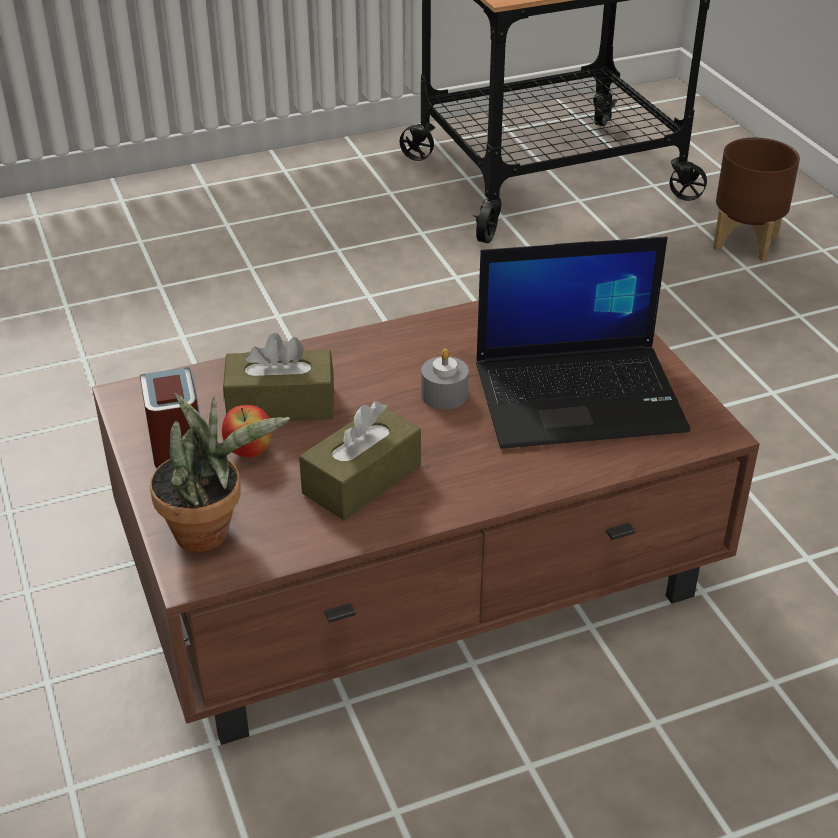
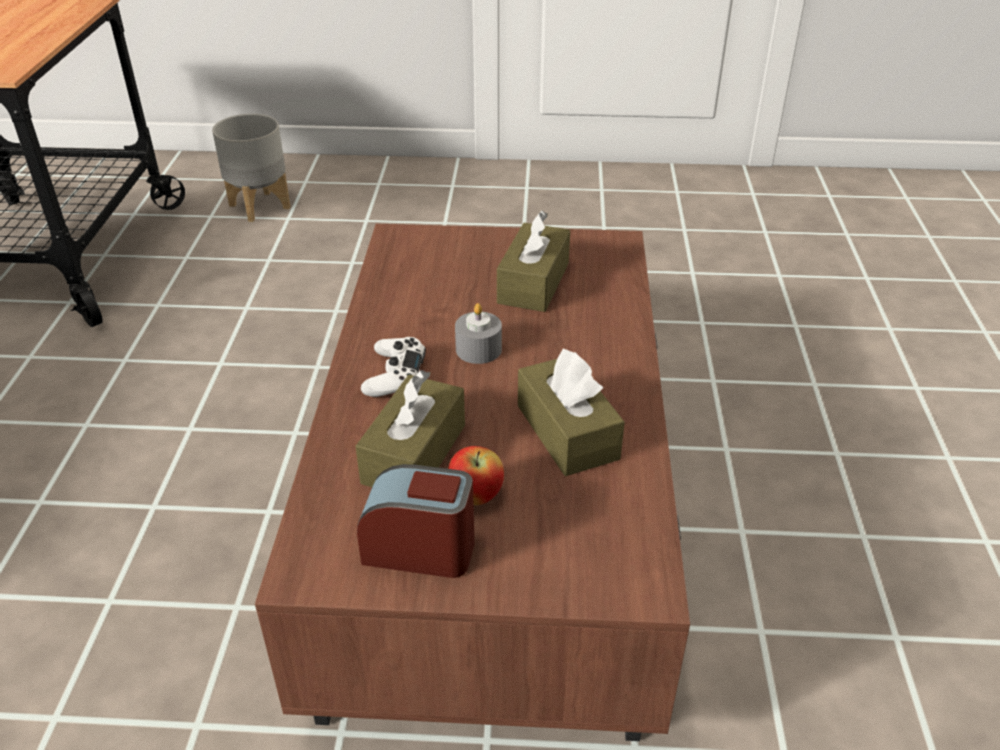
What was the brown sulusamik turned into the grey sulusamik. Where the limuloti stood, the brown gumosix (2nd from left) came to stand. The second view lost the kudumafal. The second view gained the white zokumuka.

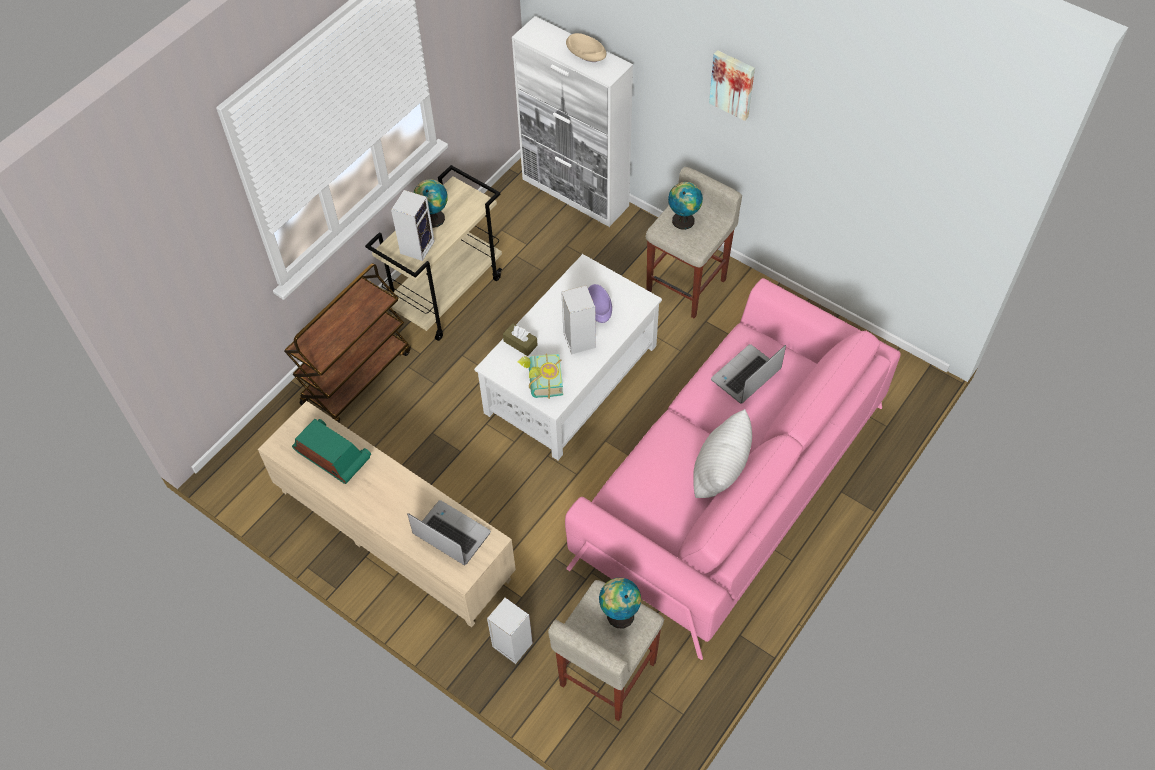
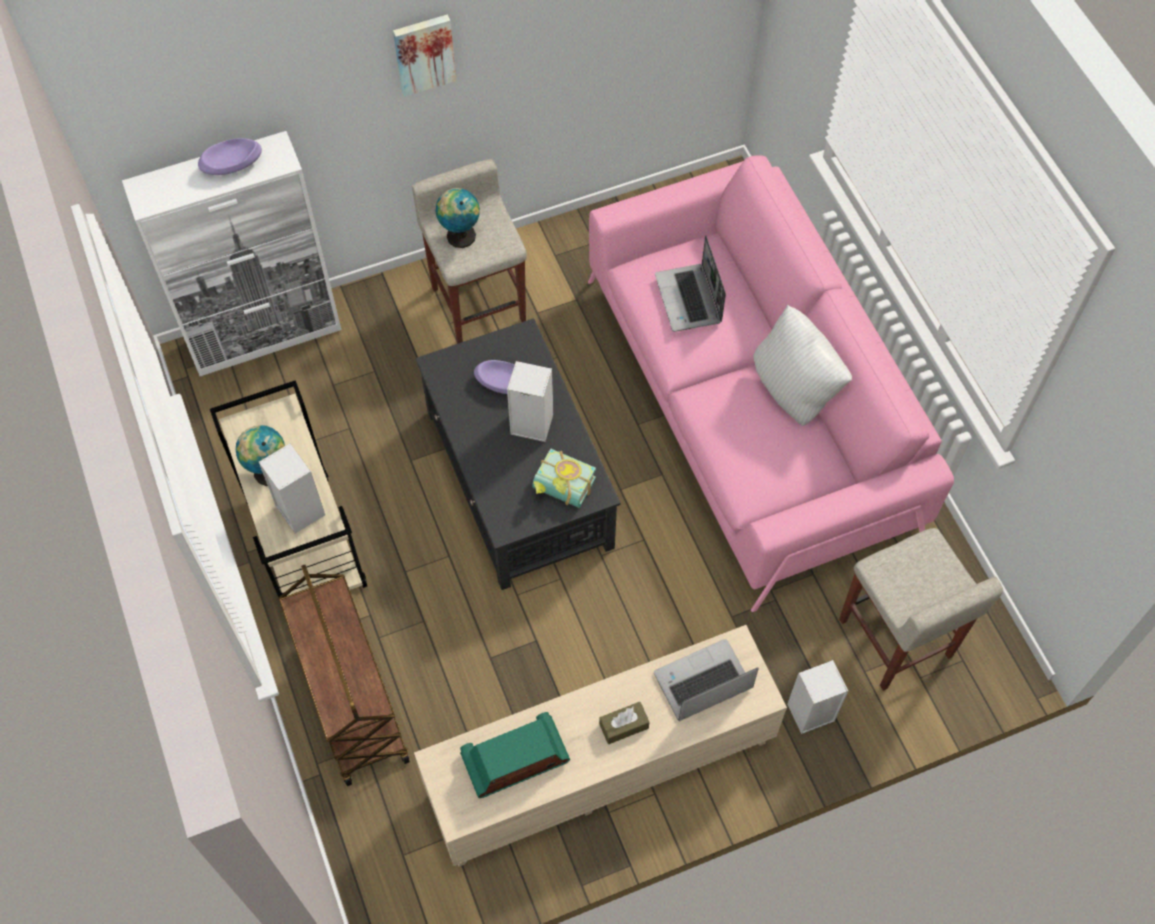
What was the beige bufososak turned into the purple bufososak (1st from left). What was the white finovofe turned into the black finovofe. The brown gumosix ended up elsewhere. The second view lost the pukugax (2nd from left).

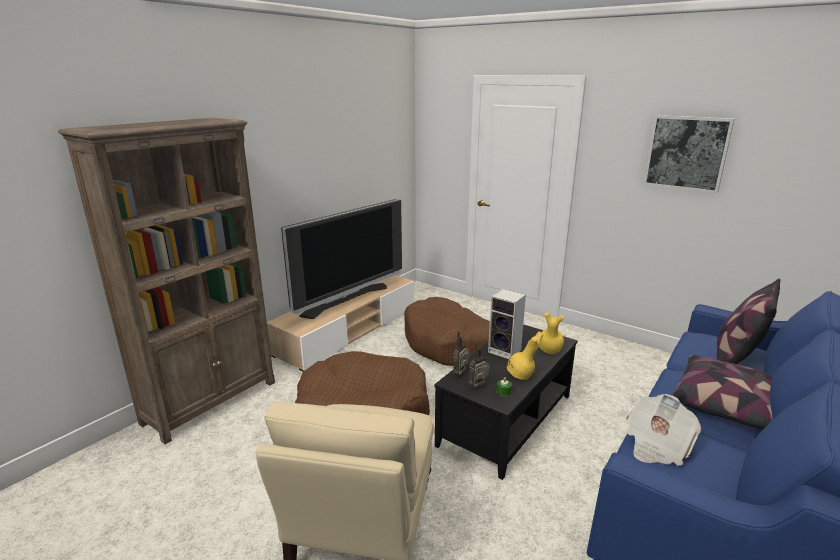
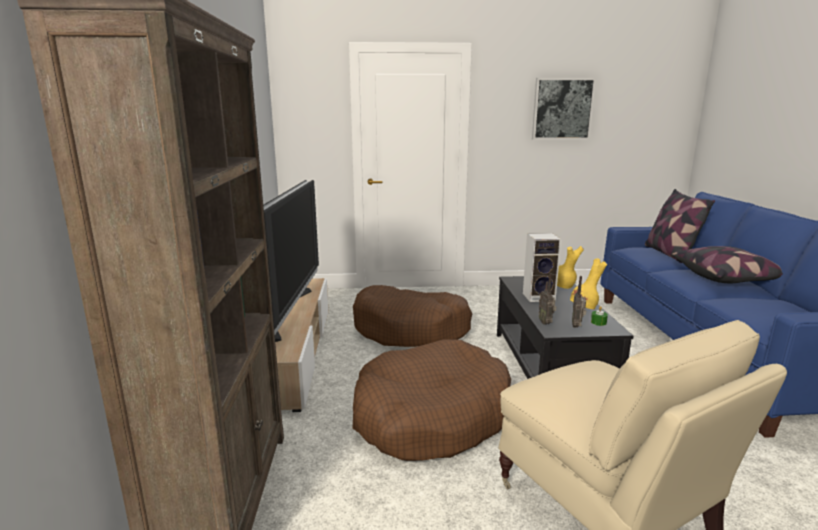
The second view lost the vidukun.

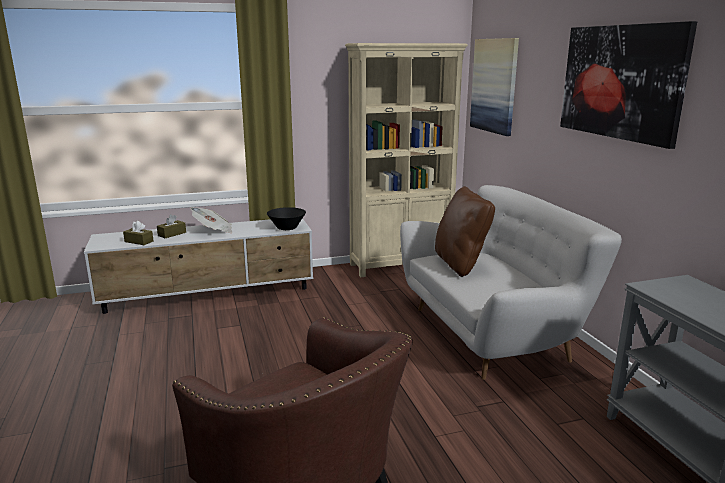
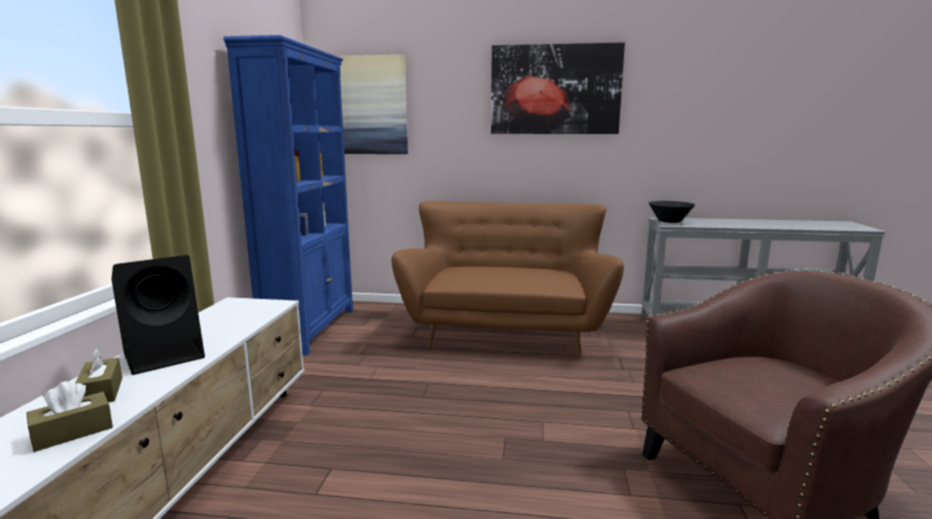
What was the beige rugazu turned into the blue rugazu. What was the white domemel turned into the brown domemel. The second view lost the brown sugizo. Where the vidukun stood, the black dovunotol came to stand. The black bufososak ended up elsewhere.

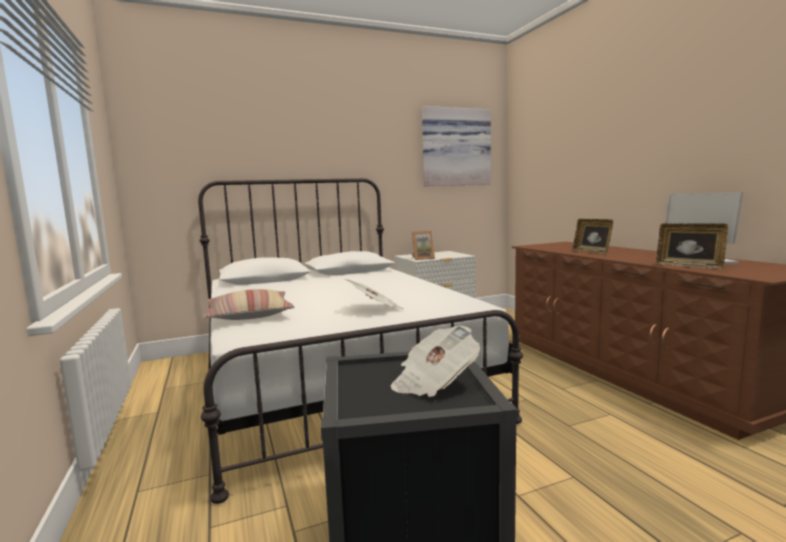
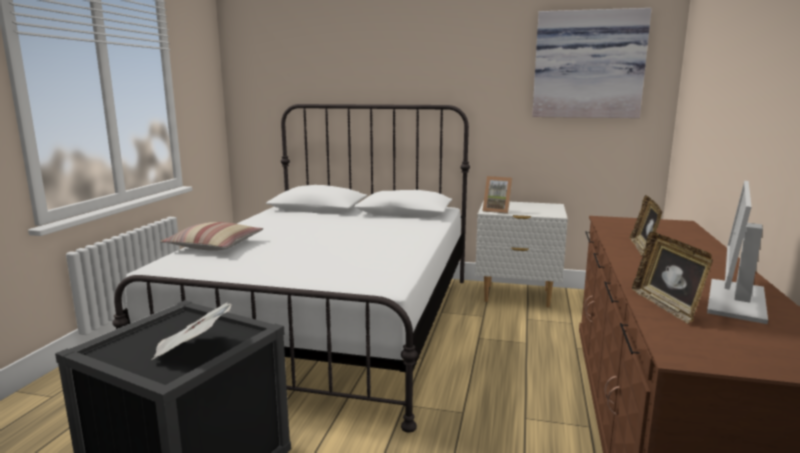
The second view lost the vidukun (1st from left).

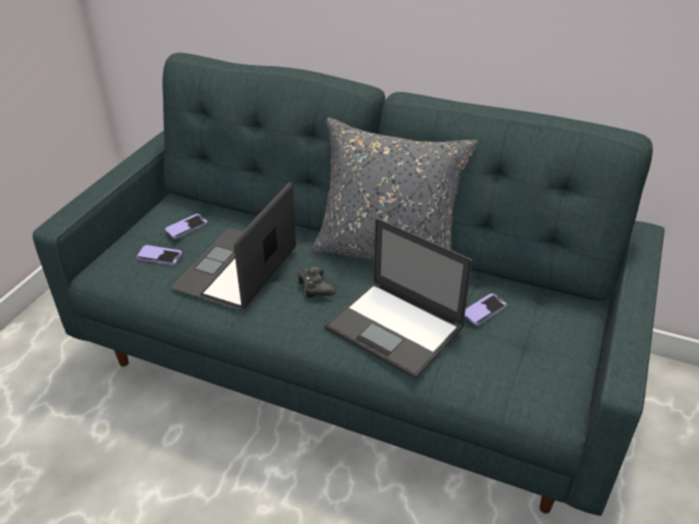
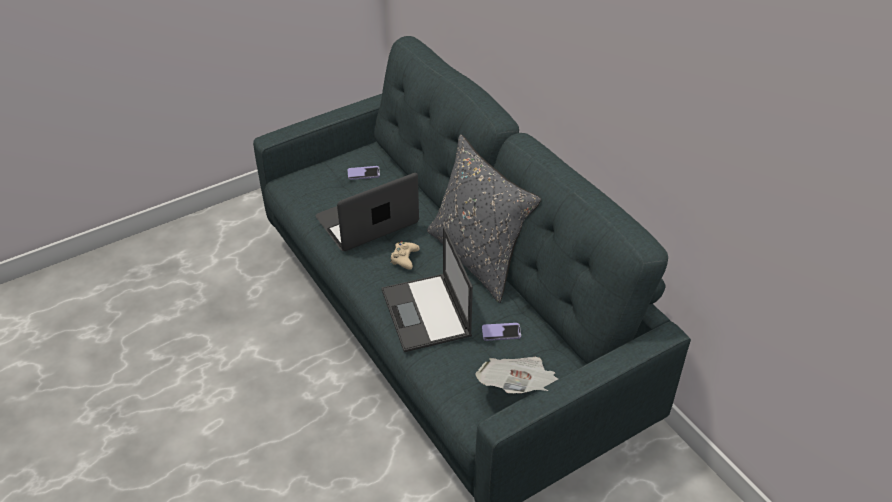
The second view lost the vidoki (1st from left). What was the black zokumuka turned into the beige zokumuka. The second view gained the vidukun.

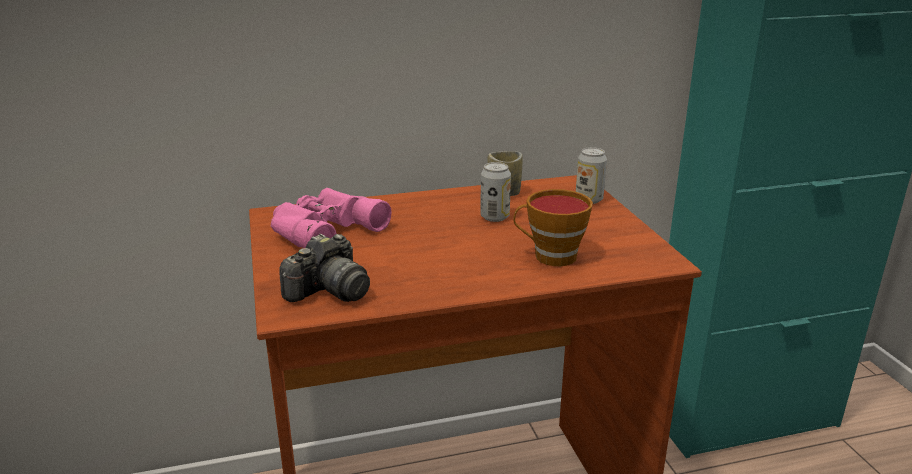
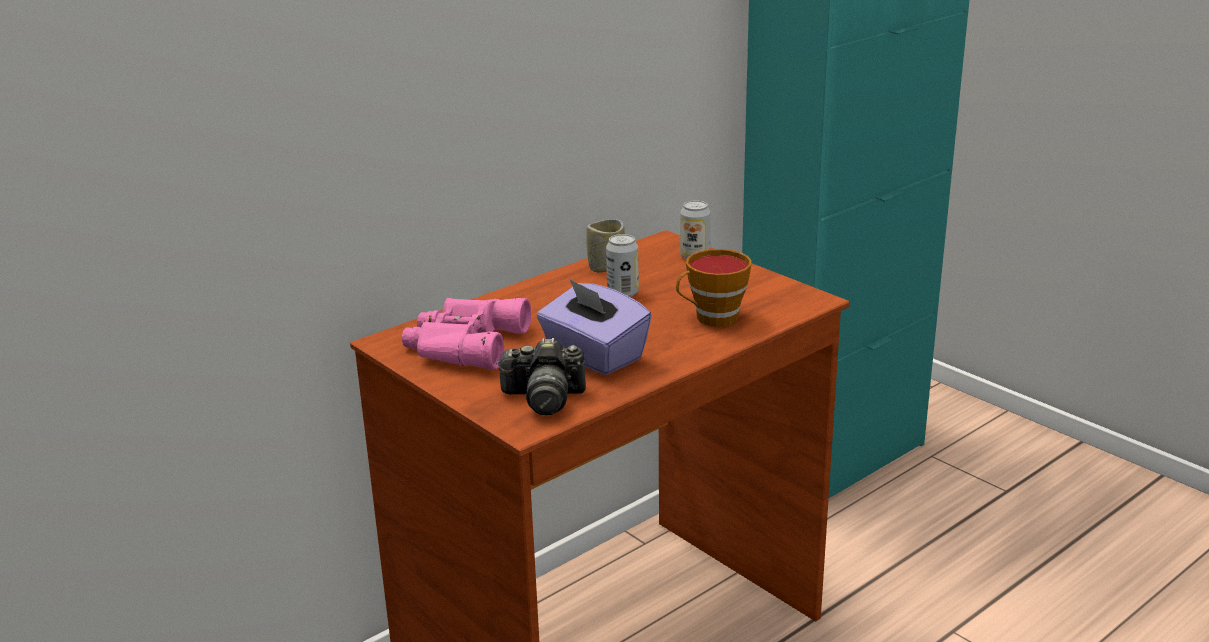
The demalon ended up facing another way, 75 degrees clockwise from before. The second view gained the purple gumosix.

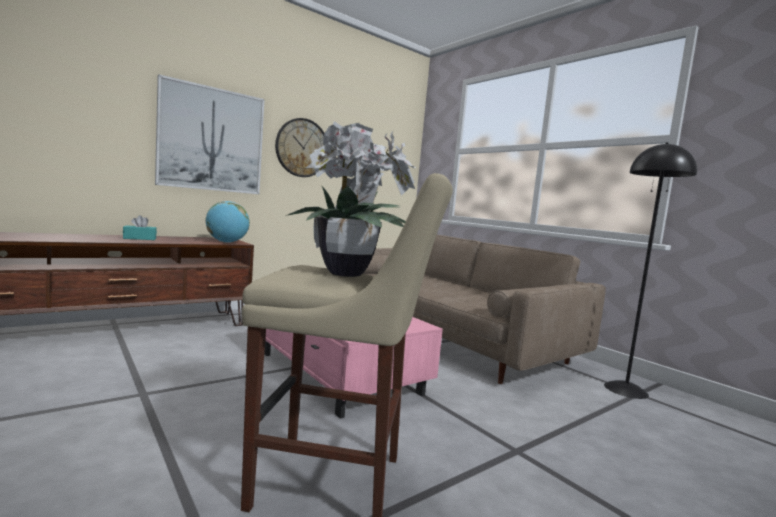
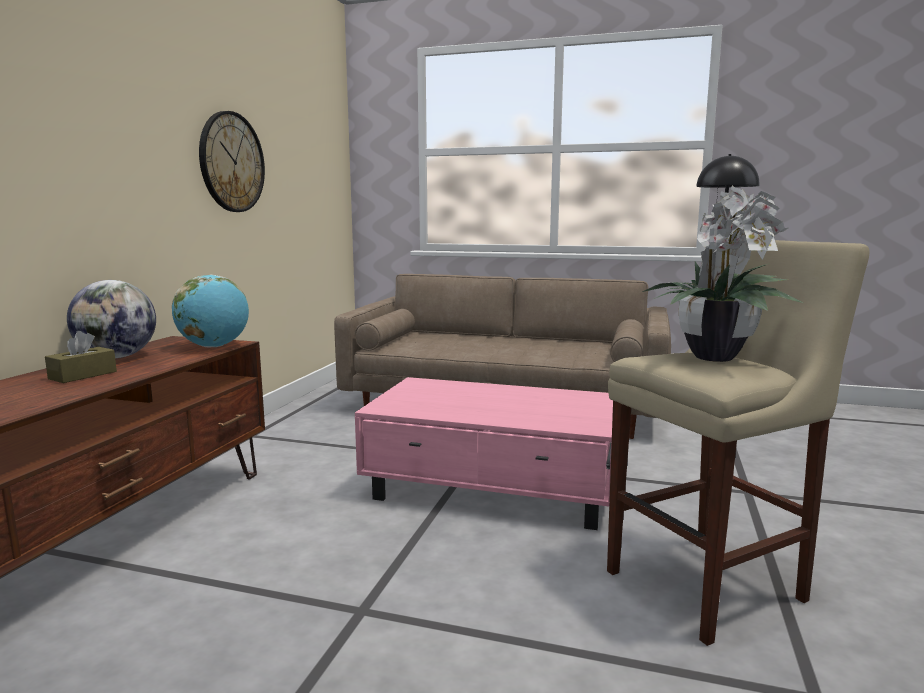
The second view lost the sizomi. What was the turquoise gumosix turned into the brown gumosix. The second view gained the pukugax (1st from left).

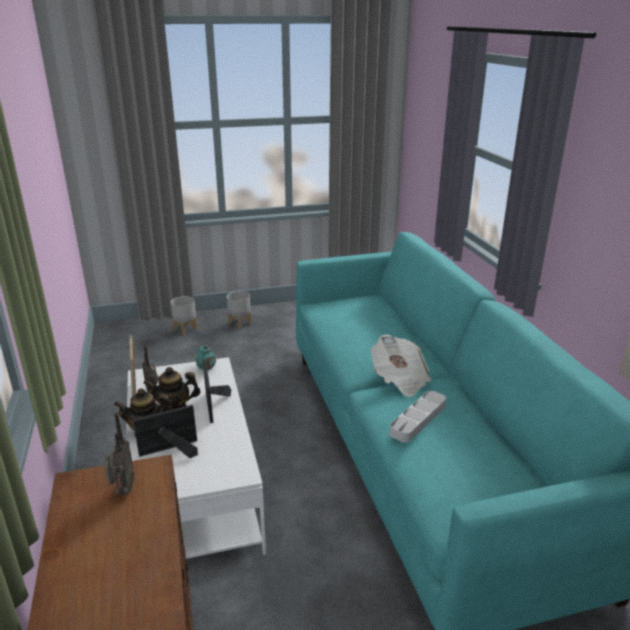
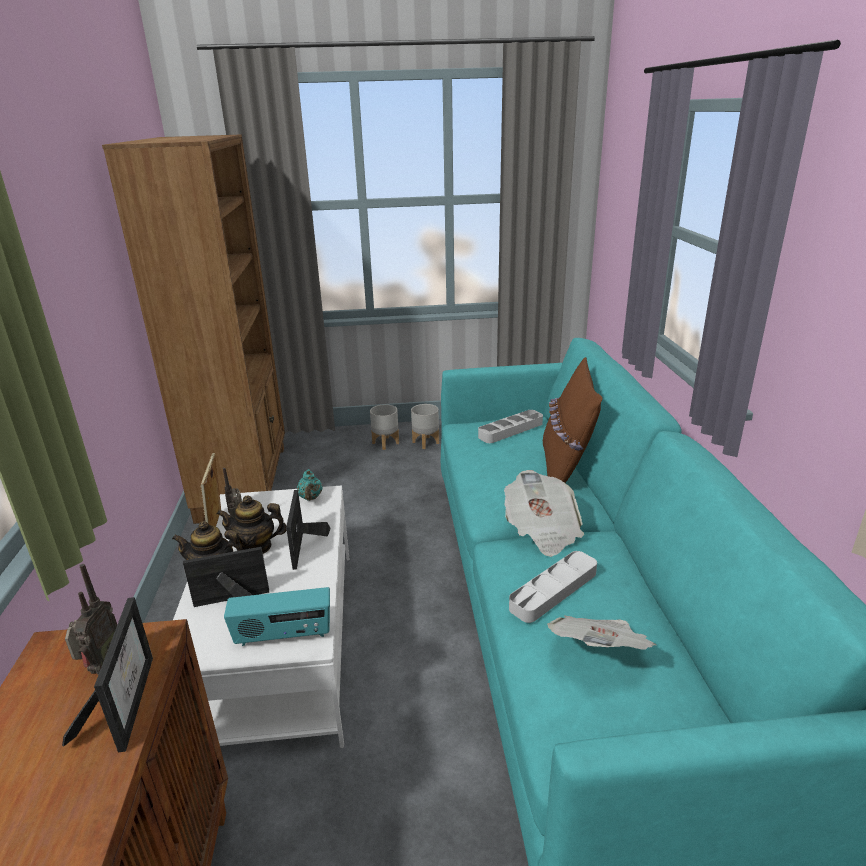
The grey sulusamik (1st from left in the first image) ended up elsewhere. The second view gained the brown rugazu. The second view gained the brown sugizo. The second view gained the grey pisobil (1st from left). The second view gained the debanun (3rd from left). The second view gained the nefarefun (1st from left). The second view gained the vidukun (2nd from left).

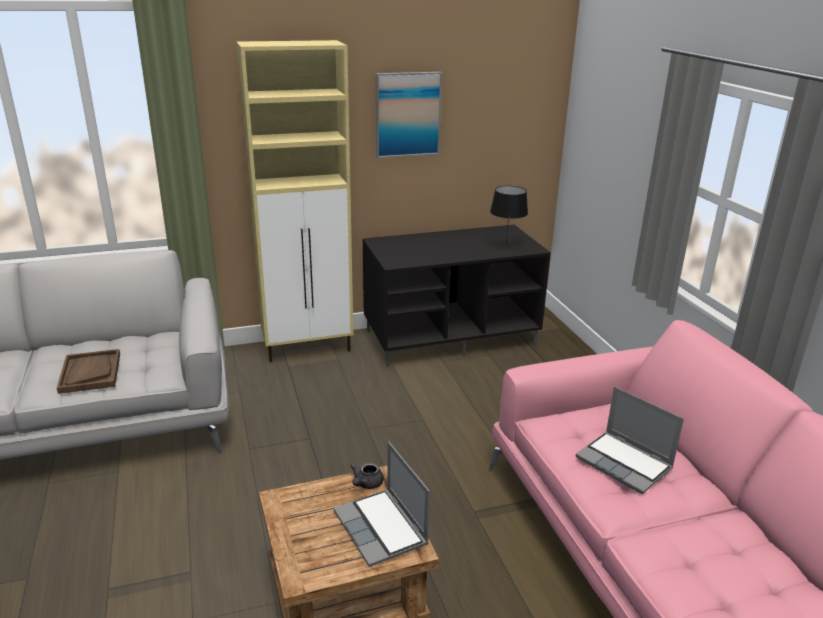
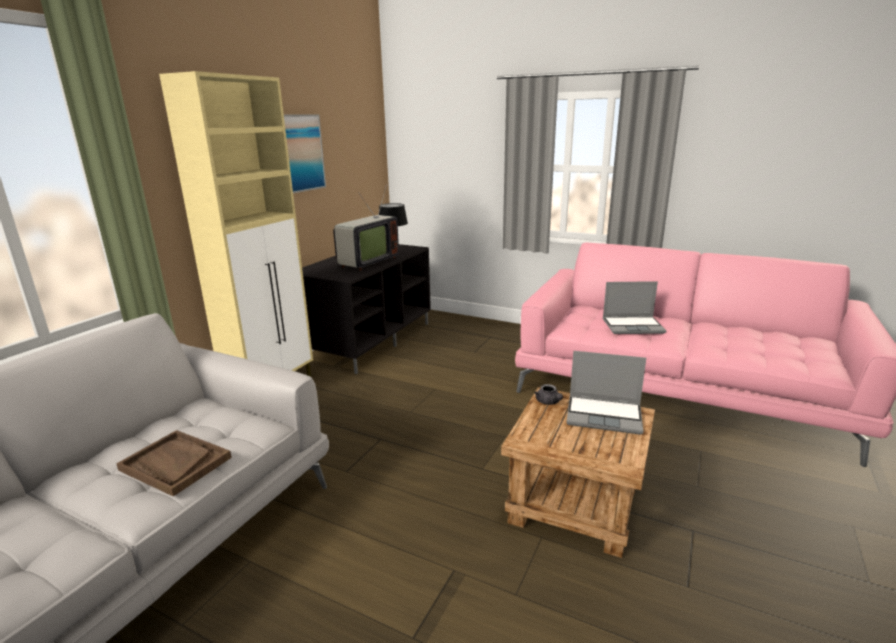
The second view gained the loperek.

